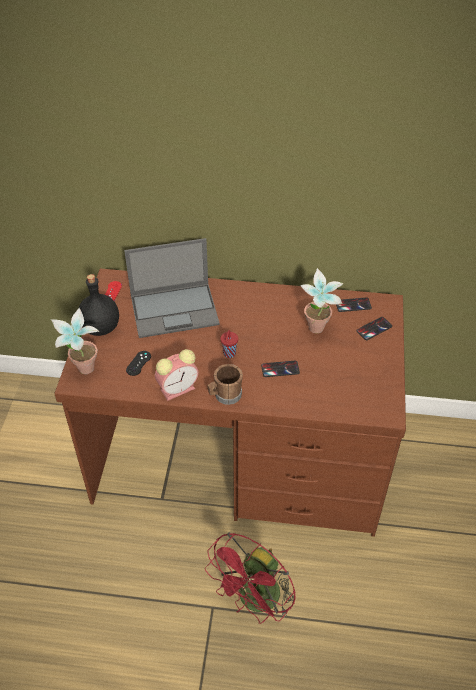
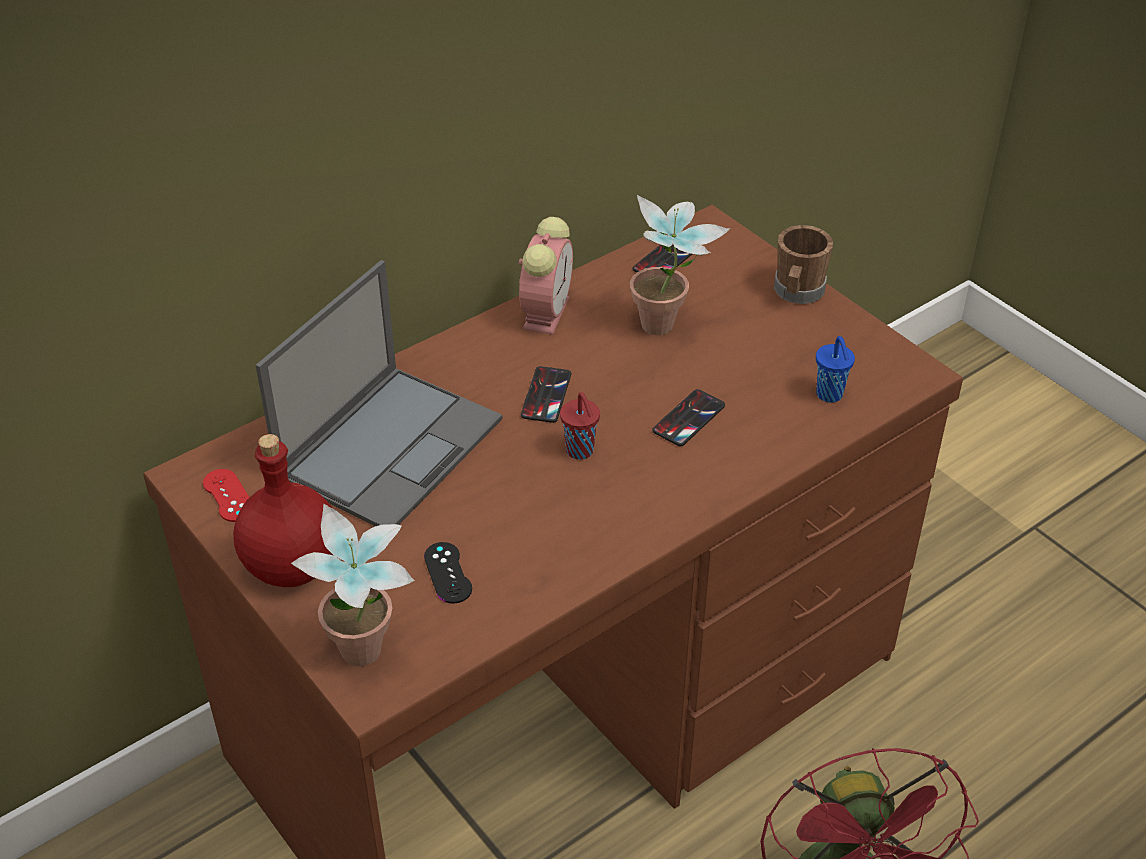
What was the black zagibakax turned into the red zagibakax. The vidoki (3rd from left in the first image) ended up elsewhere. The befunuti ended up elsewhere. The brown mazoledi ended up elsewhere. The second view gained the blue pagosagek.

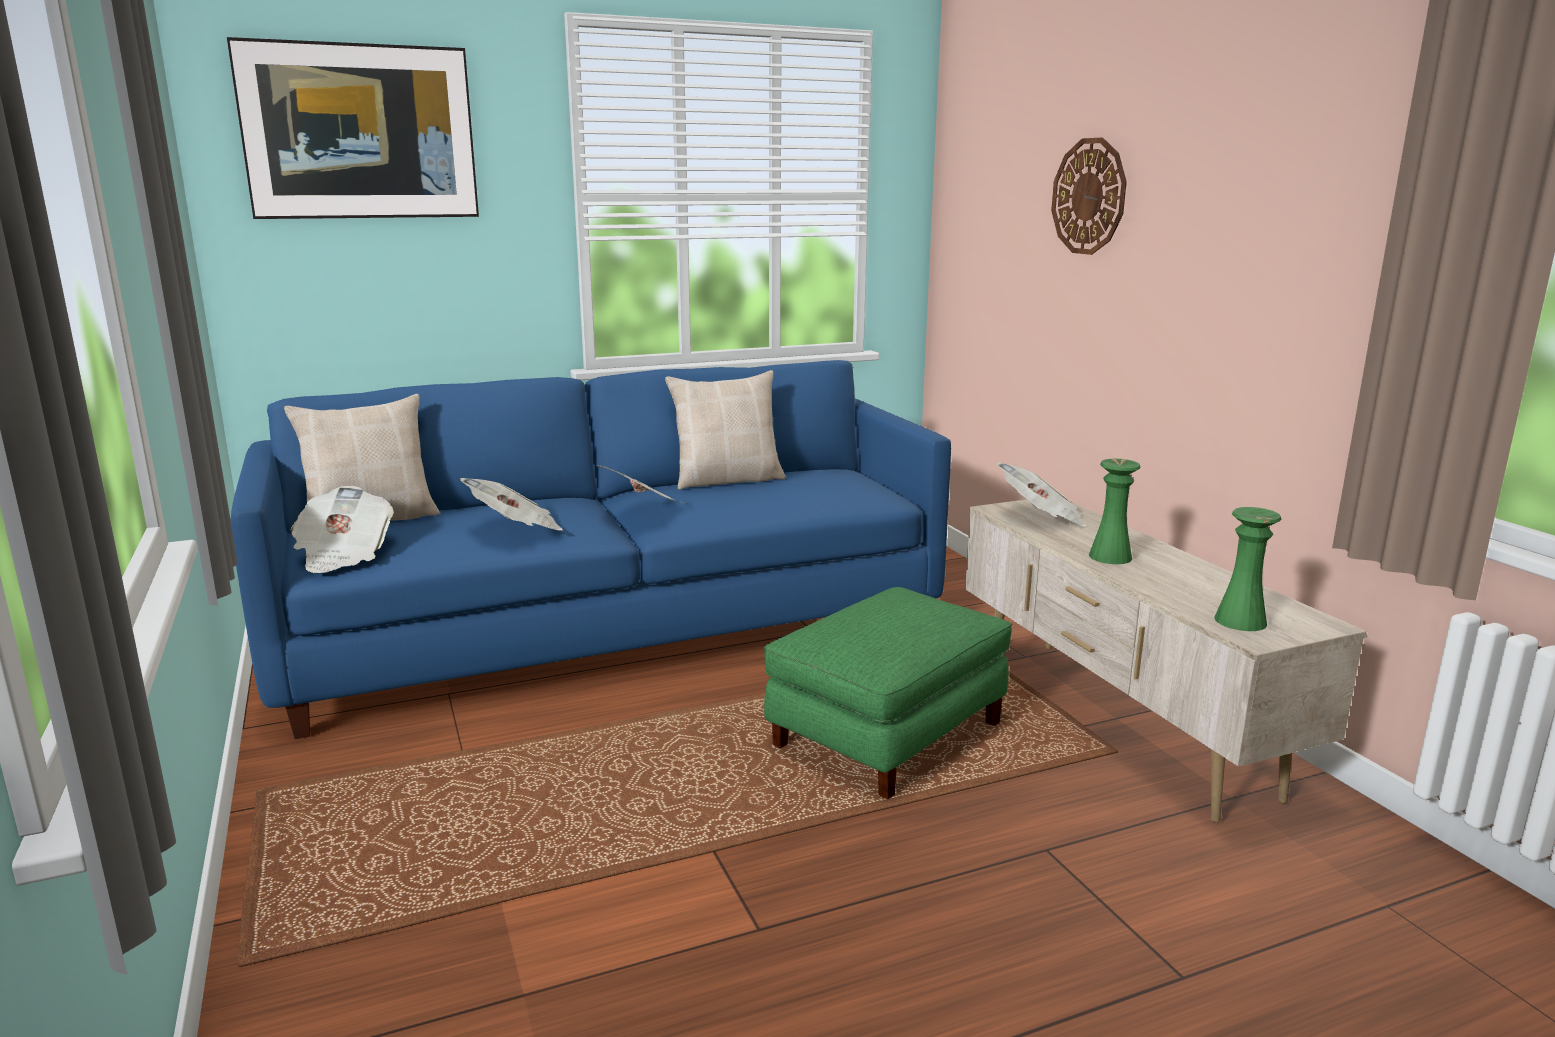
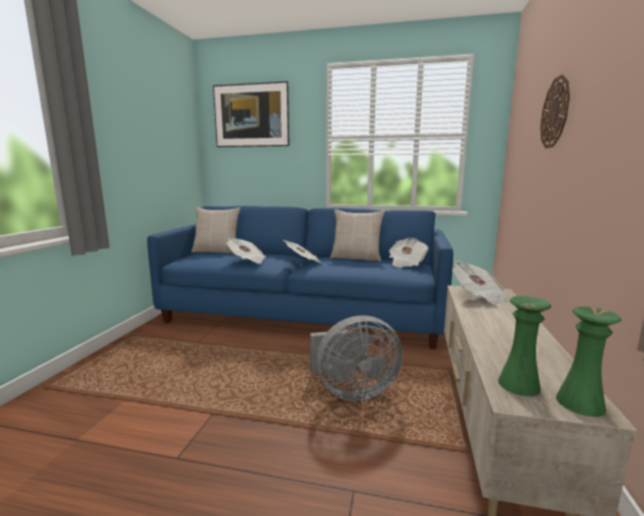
The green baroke (1st from left in the first image) ended up elsewhere. The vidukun (1st from left in the first image) ended up elsewhere. Where the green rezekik stood, the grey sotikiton came to stand.

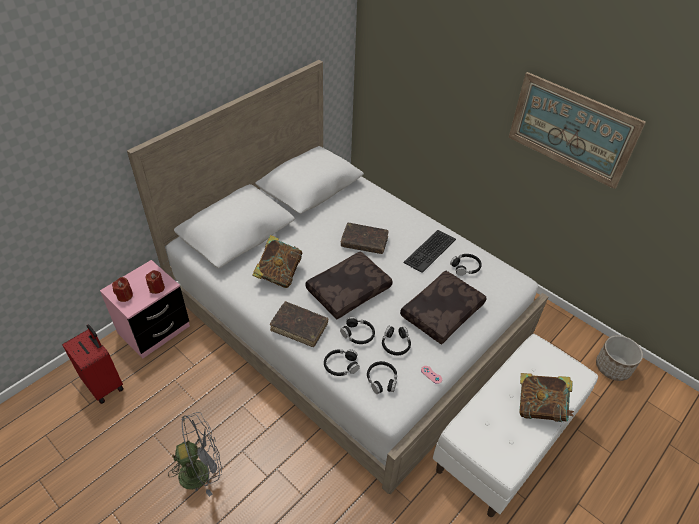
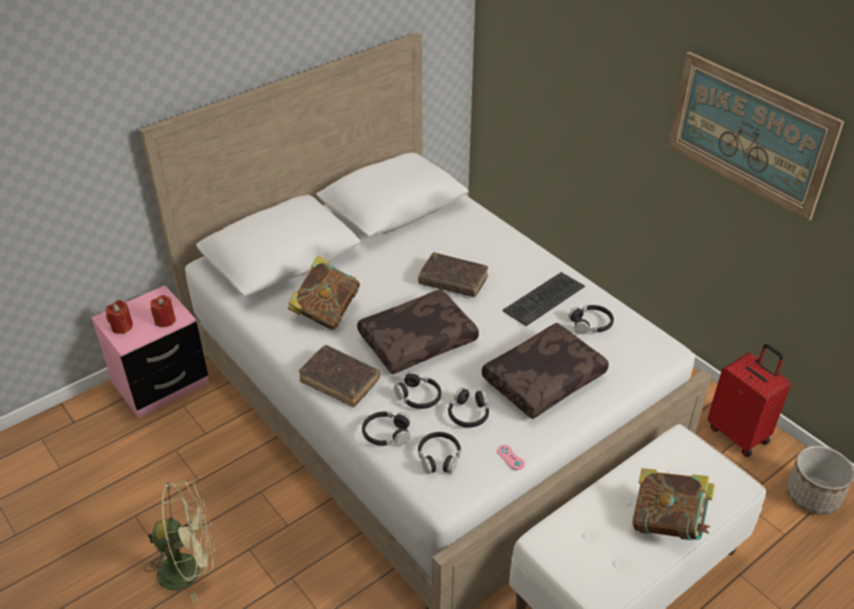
The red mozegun ended up elsewhere. What was the grey sotikiton turned into the green sotikiton.

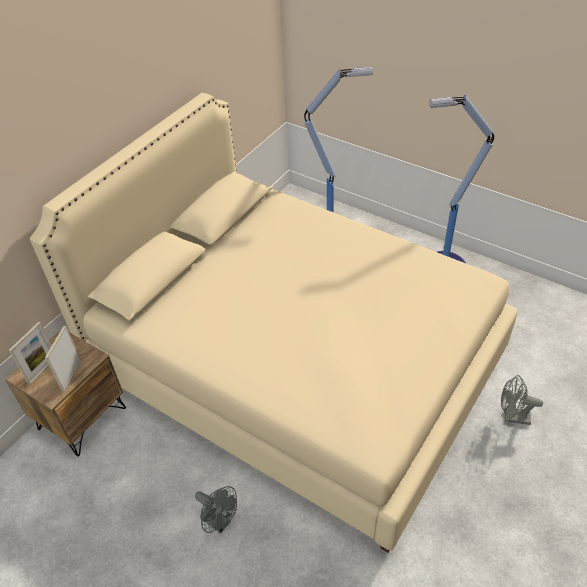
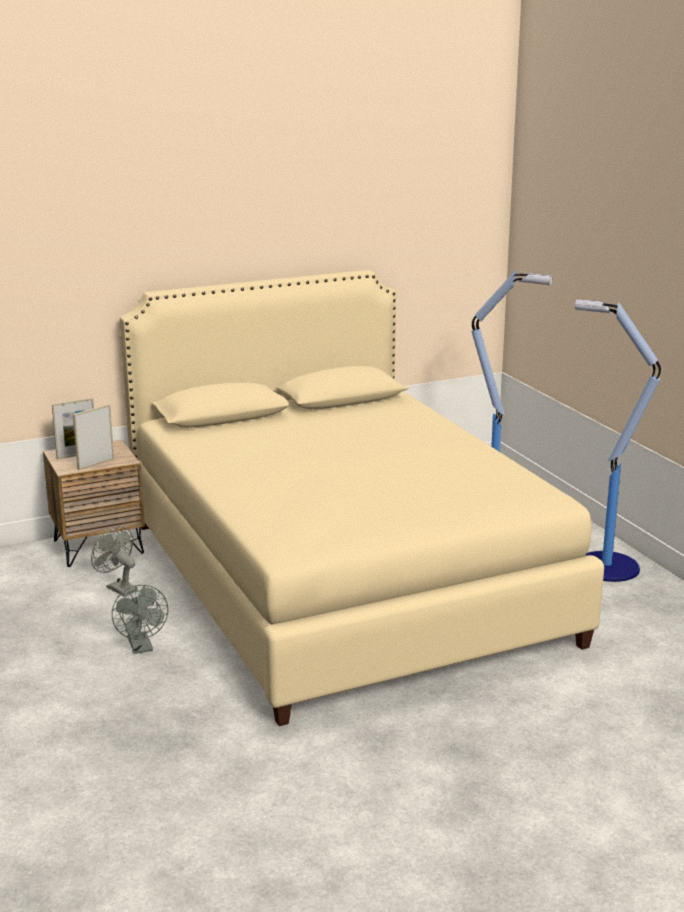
The grey sotikiton (2nd from left in the first image) ended up elsewhere.

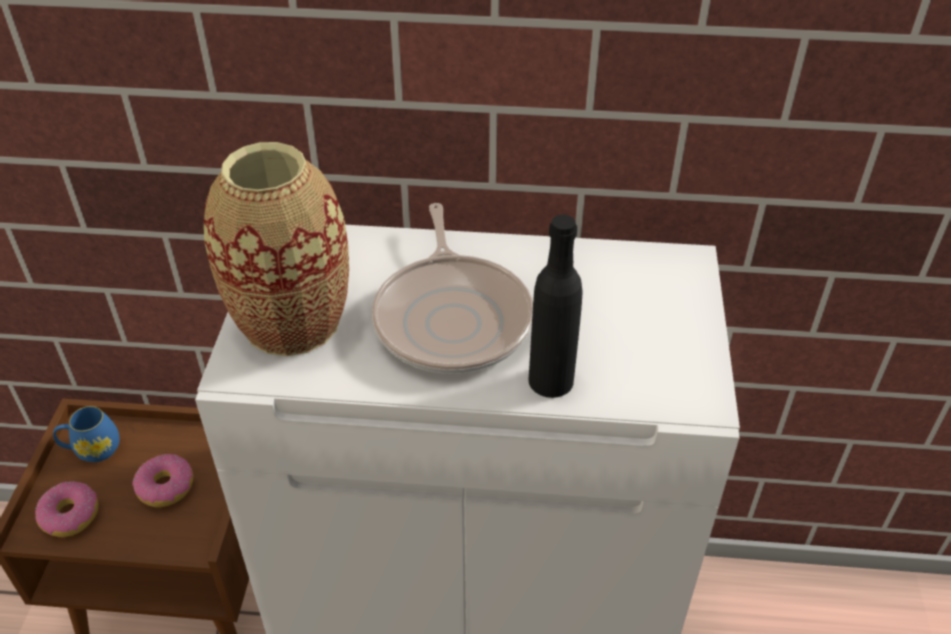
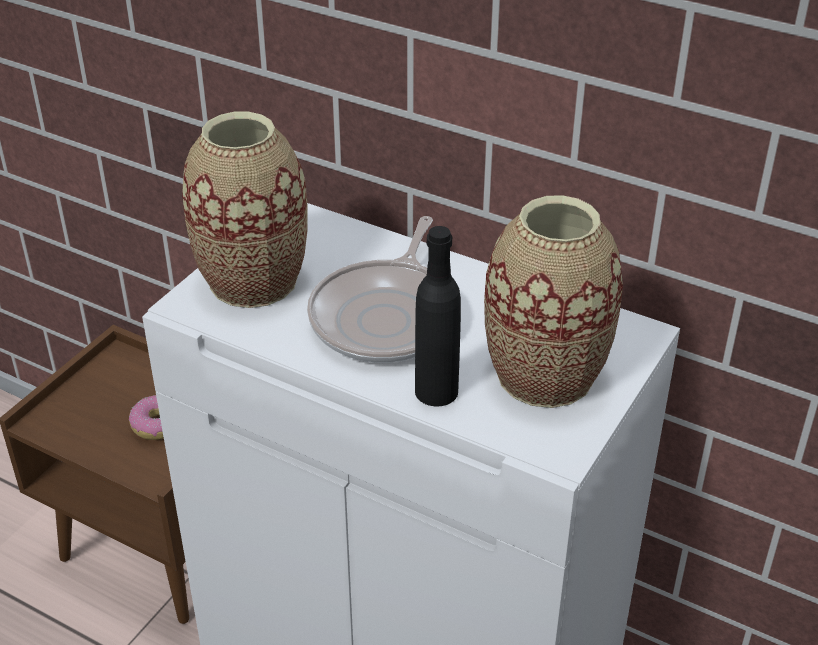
The second view lost the blue mazoledi. The second view lost the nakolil (1st from left). The second view gained the baroke (2nd from left).

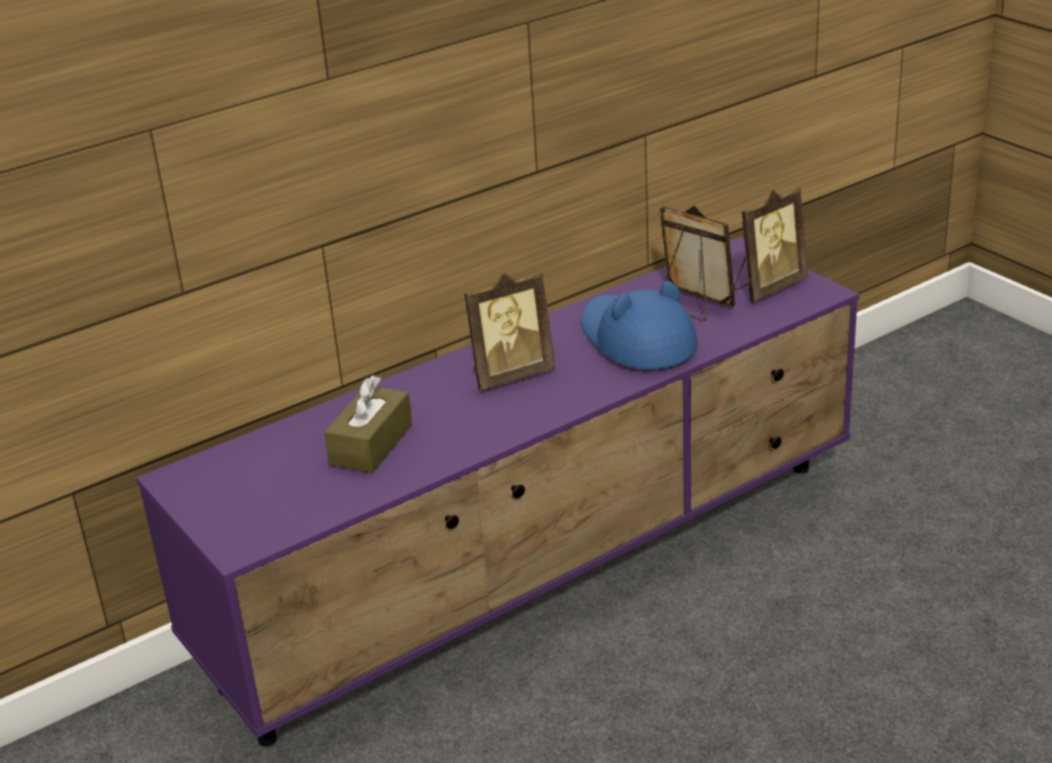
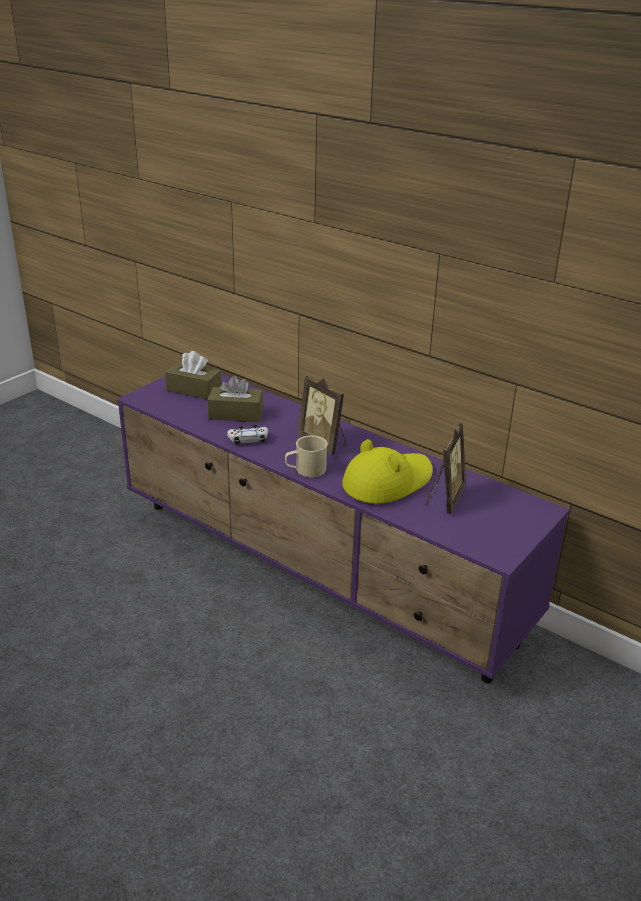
The second view lost the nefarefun (3rd from left). What was the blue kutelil turned into the yellow kutelil. The second view gained the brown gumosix (1st from left). The second view gained the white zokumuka. The second view gained the beige mazoledi.

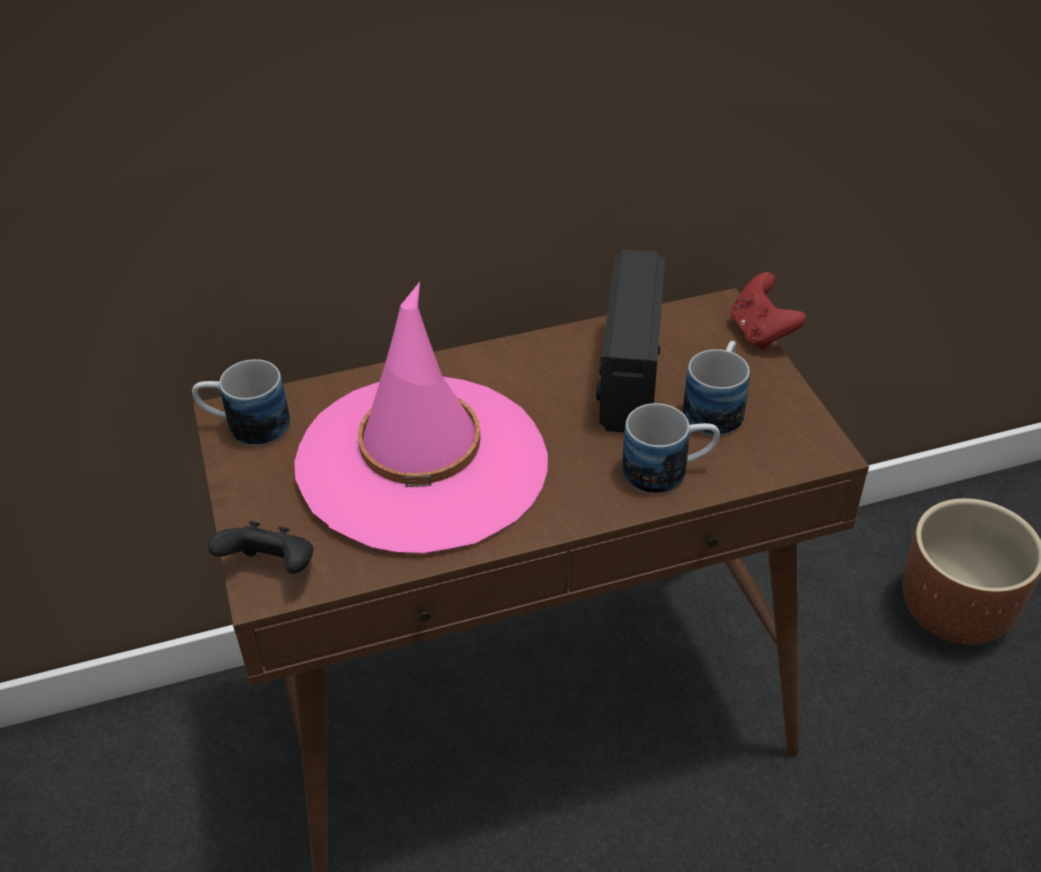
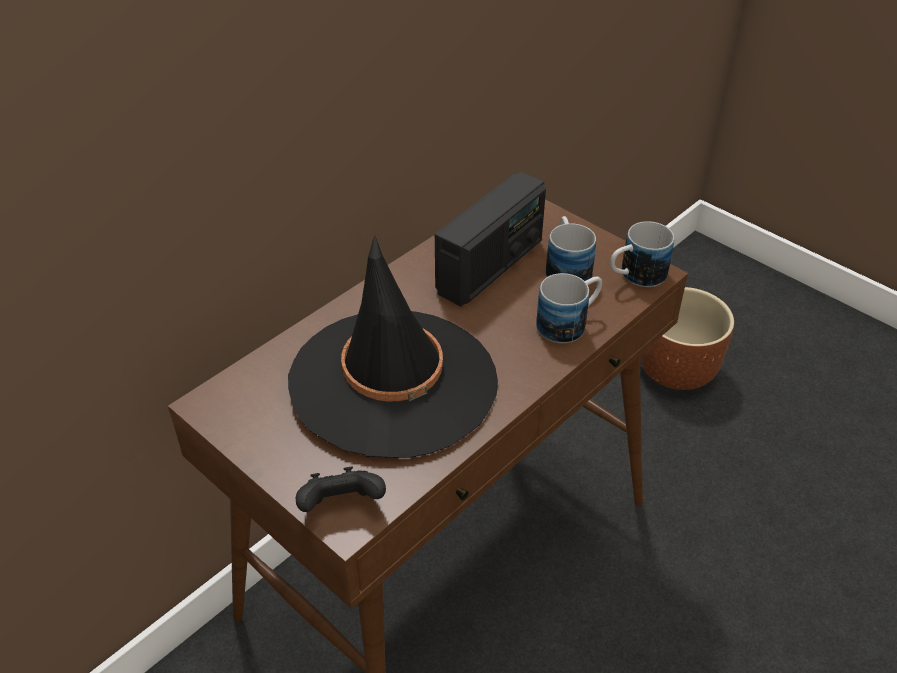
The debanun ended up facing another way, 120 degrees counterclockwise from before. The second view lost the red zokumuka. What was the pink kutelil turned into the black kutelil. The mazoledi (1st from left in the first image) ended up elsewhere.

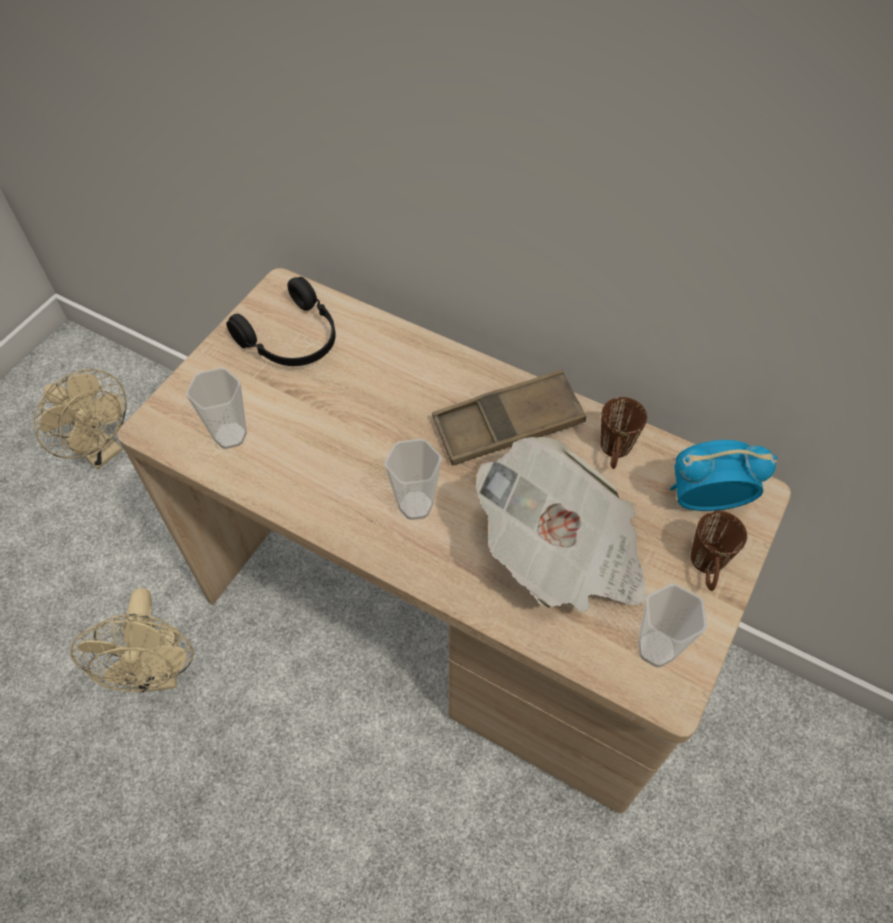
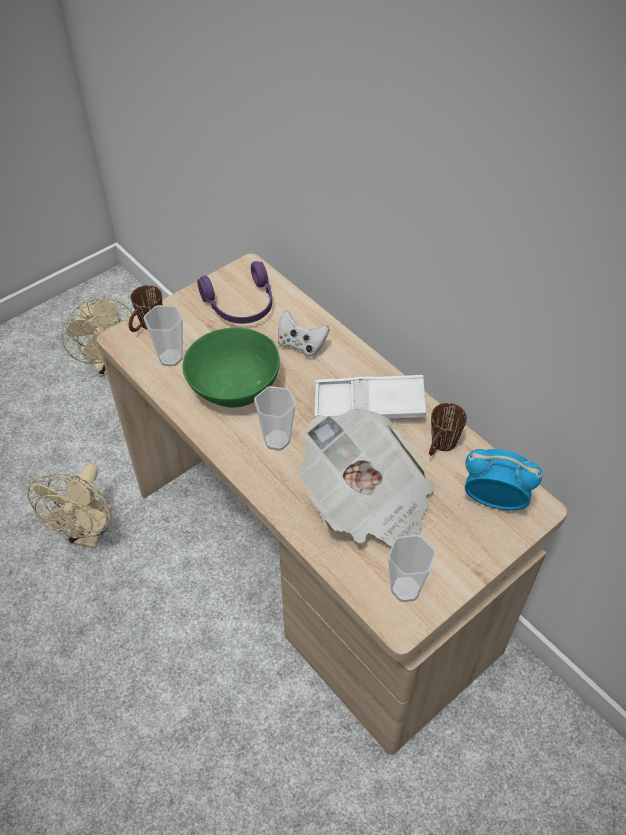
What was the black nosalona turned into the purple nosalona. What was the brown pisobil turned into the white pisobil. The brown mazoledi (2nd from left in the first image) ended up elsewhere. The second view gained the white zokumuka. The second view gained the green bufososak.

